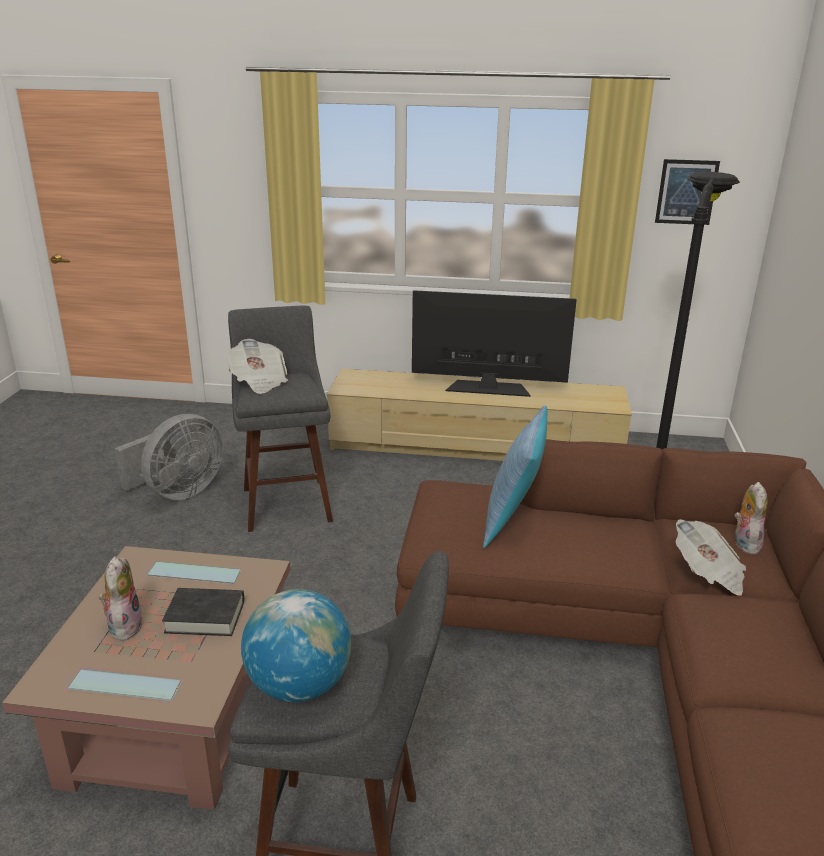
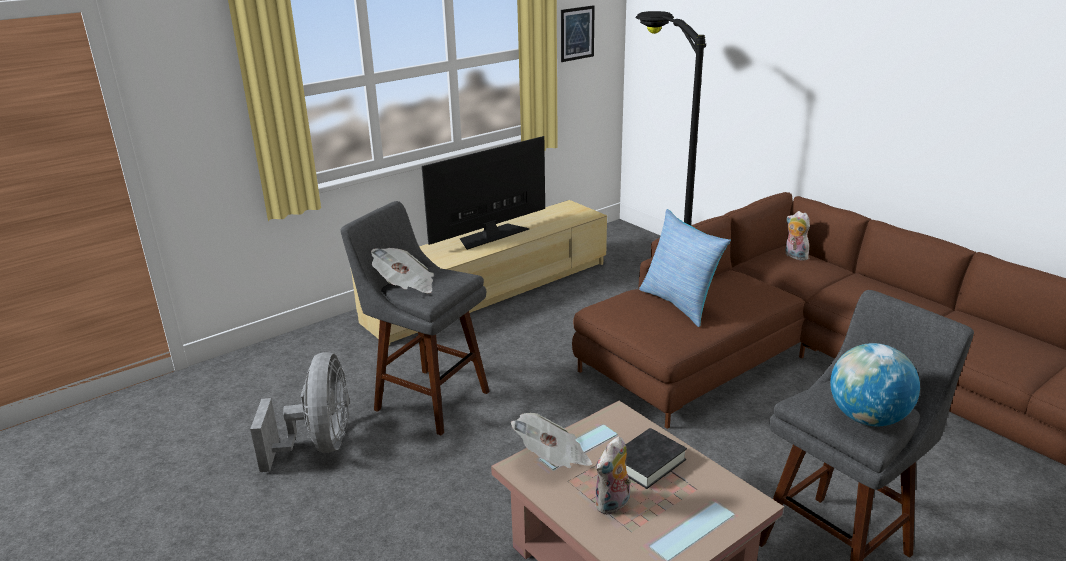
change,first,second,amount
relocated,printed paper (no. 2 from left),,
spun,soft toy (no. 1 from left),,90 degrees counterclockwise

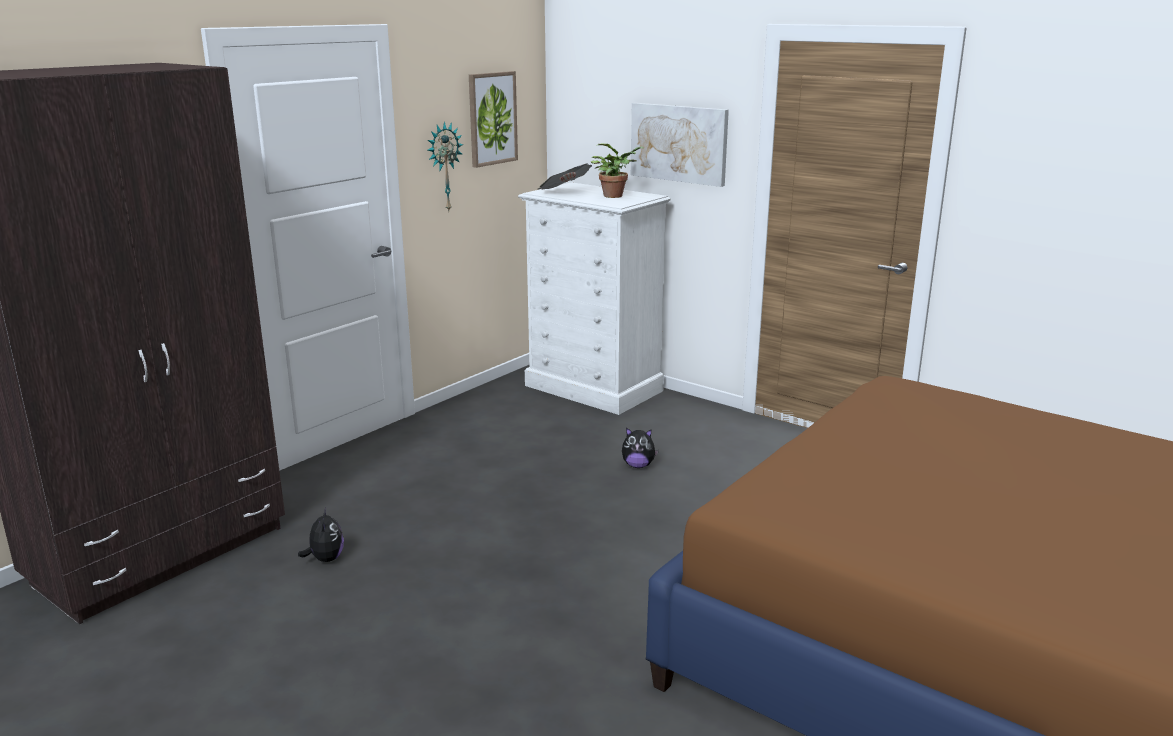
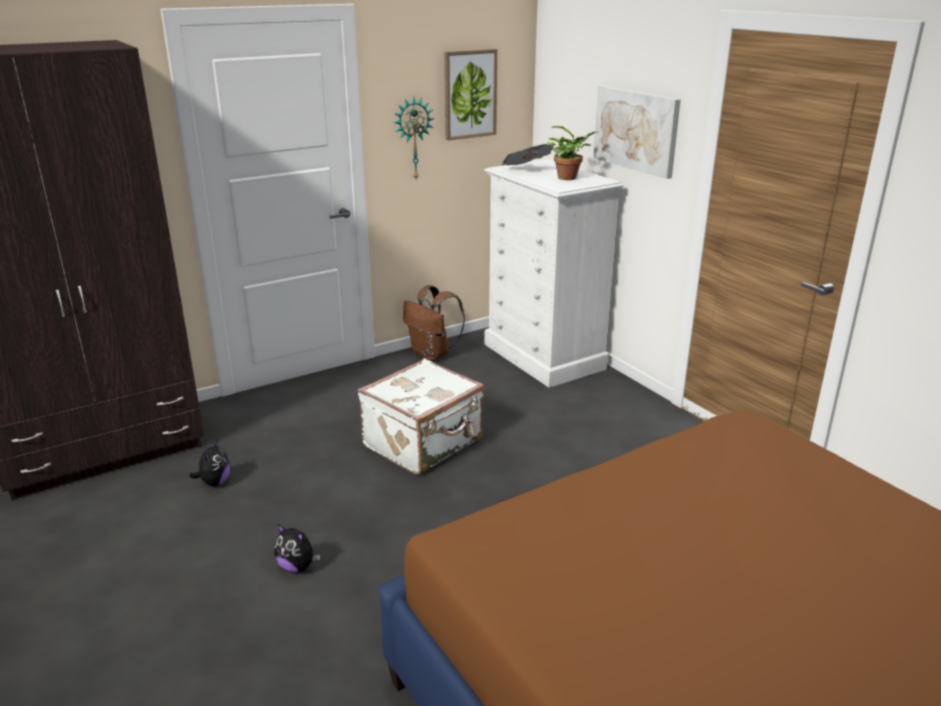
change,first,second,amount
appeared,,piece of luggage (white-coloured),
appeared,,knapsack (brown-coloured),
relocated,soft toy (no. 2 from left),,

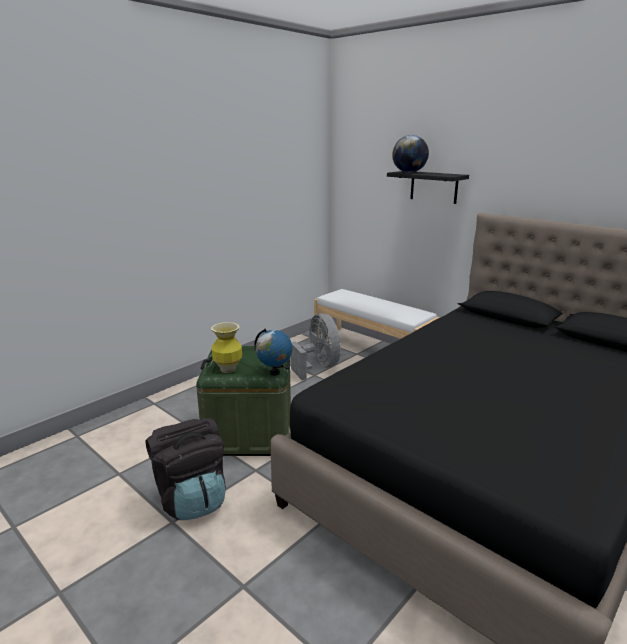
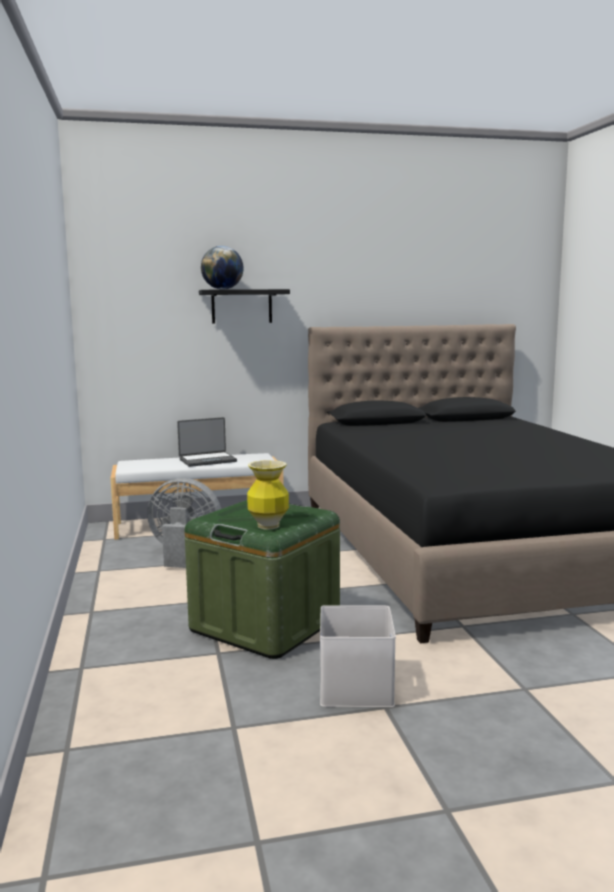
change,first,second,amount
missing,world globe (no. 1 from left),,
appeared,,laptop,
exchanged,knapsack (blackish),storage bin (white-coloured),

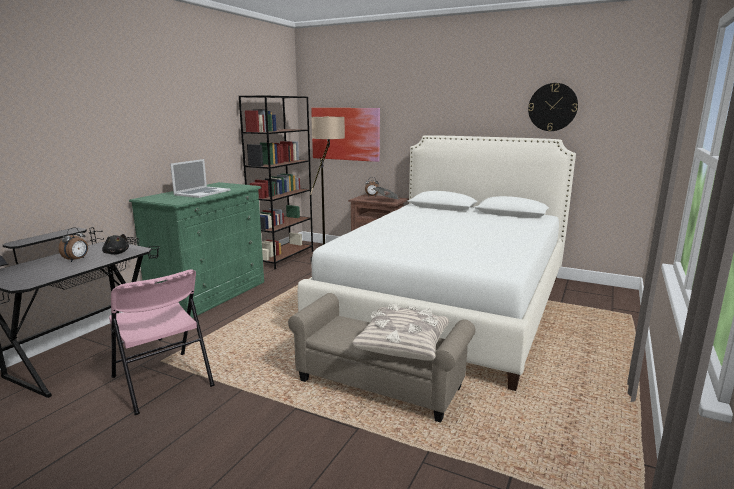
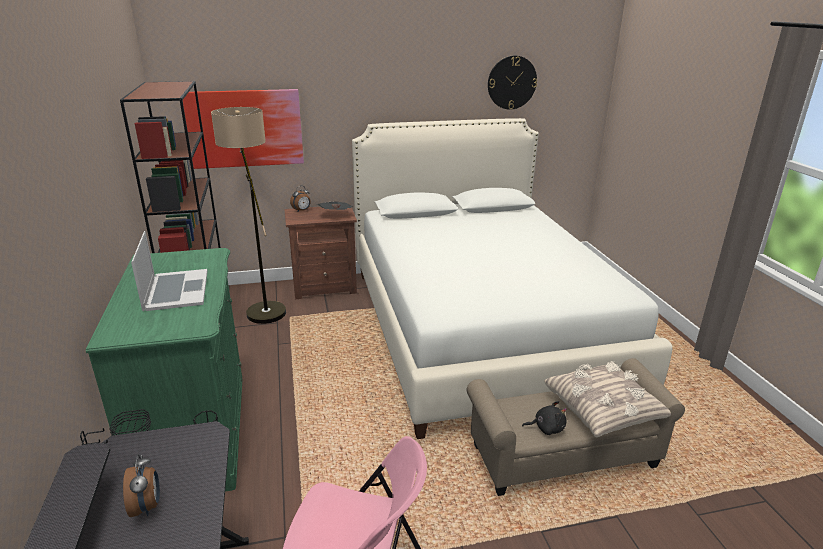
change,first,second,amount
relocated,soft toy (blackish),,

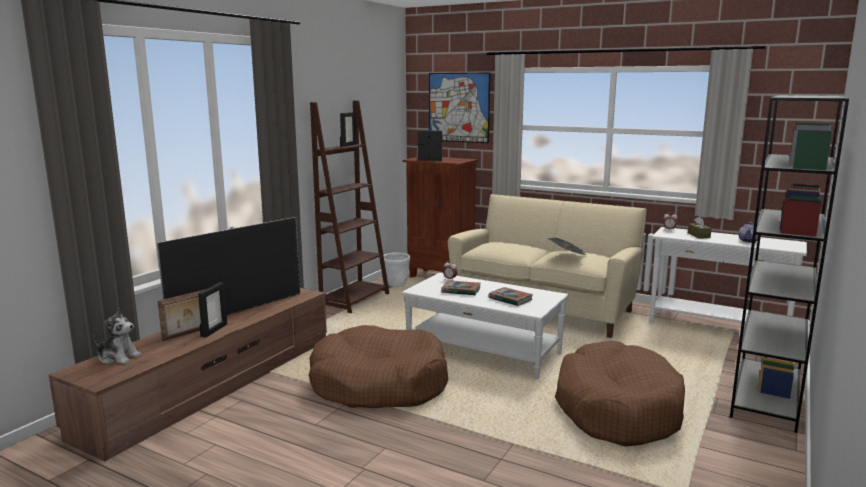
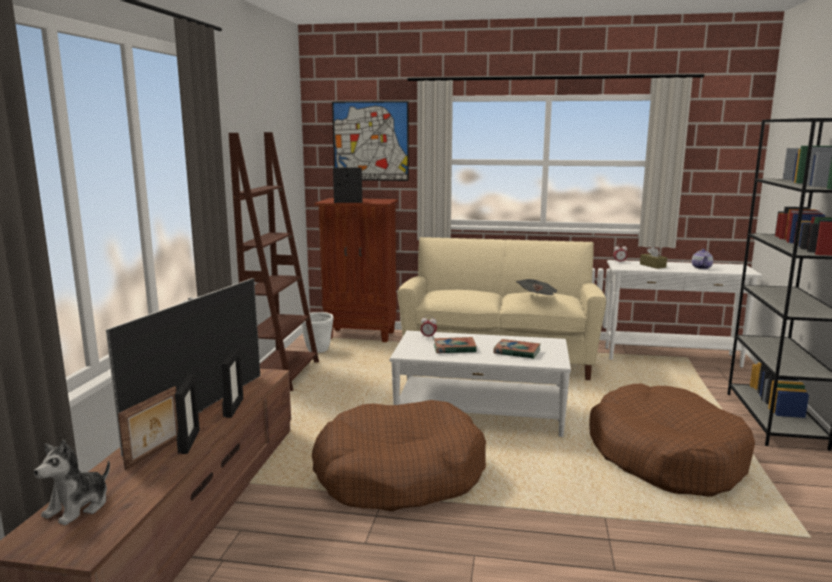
change,first,second,amount
relocated,photo frame (no. 3 from left),,
spun,soft toy,,120 degrees clockwise

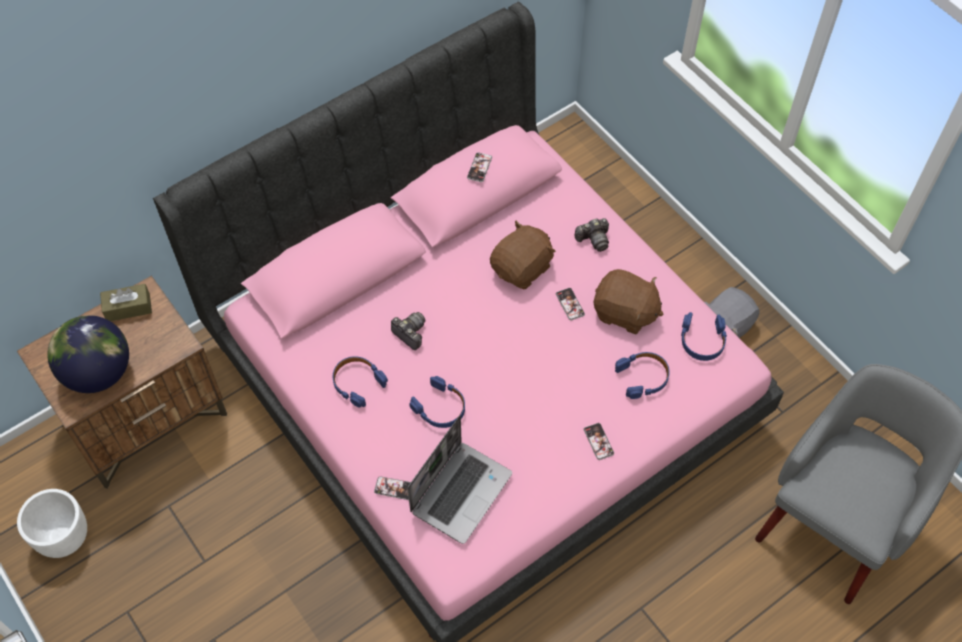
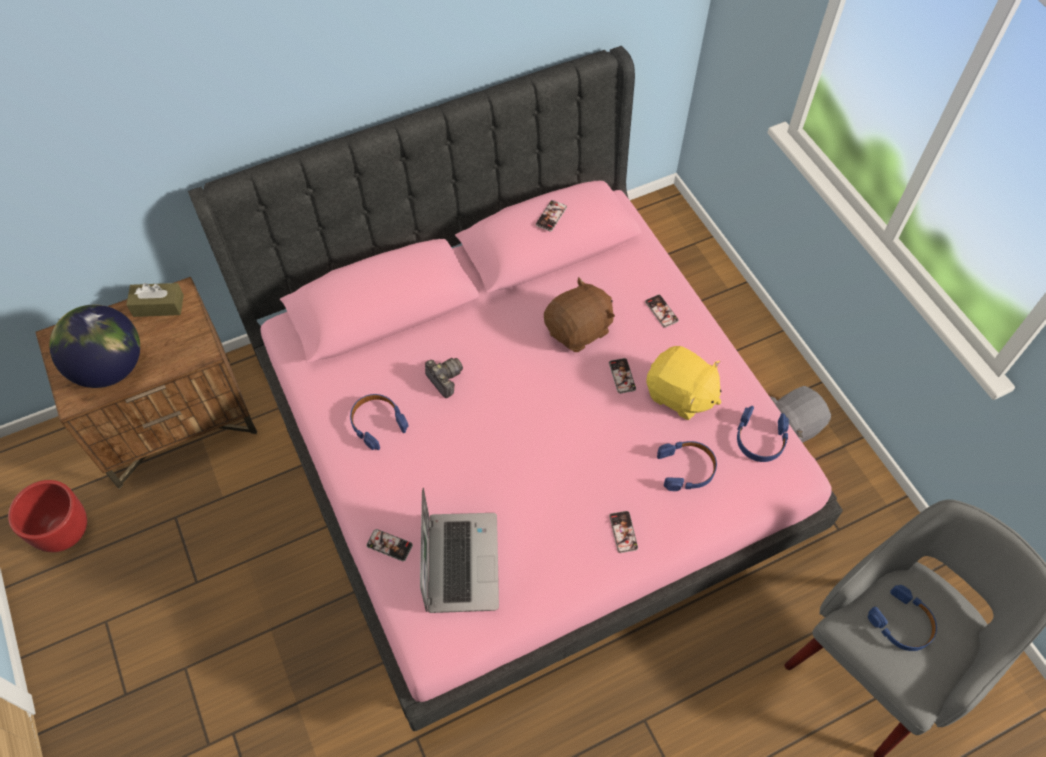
change,first,second,amount
relocated,headset (blue) (no. 2 from left in the first image),headset (blue) (no. 4 from left),
exchanged,photo camera (no. 2 from left),phone (no. 5 from left),
colour,flower pot (white-coloured),flower pot (reddish),
colour,soft toy (brown-coloured) (no. 2 from left),soft toy (yellow-coloured),
spun,laptop,,45 degrees counterclockwise

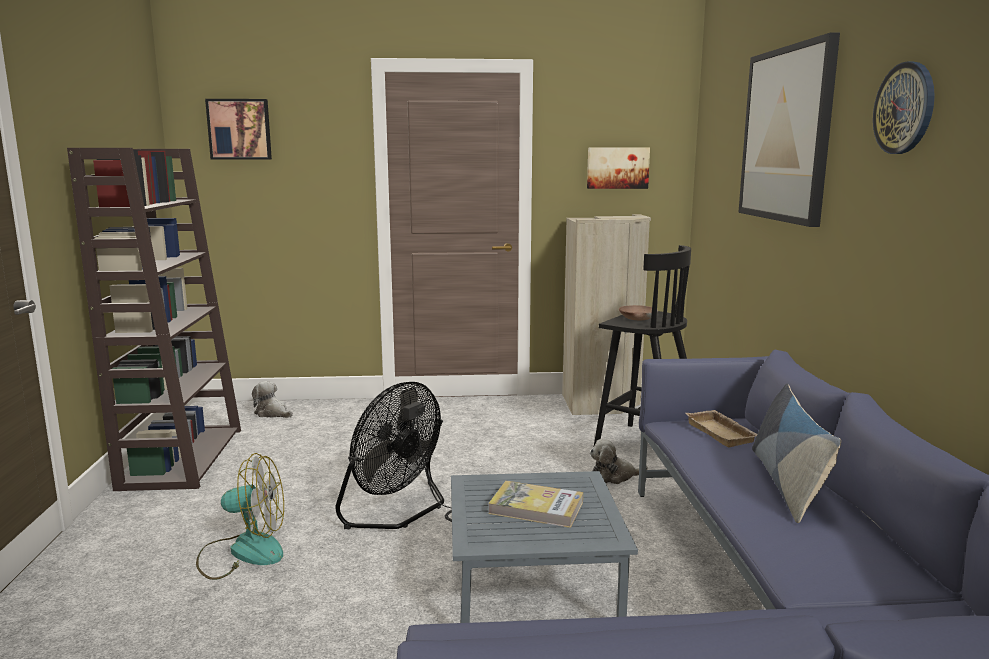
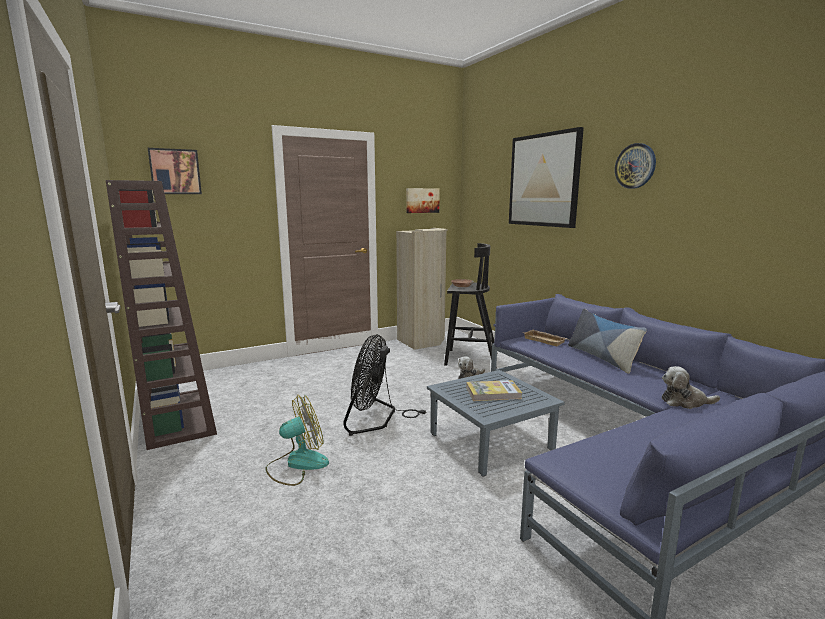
change,first,second,amount
relocated,soft toy (no. 1 from left in the first image),soft toy (no. 2 from left),

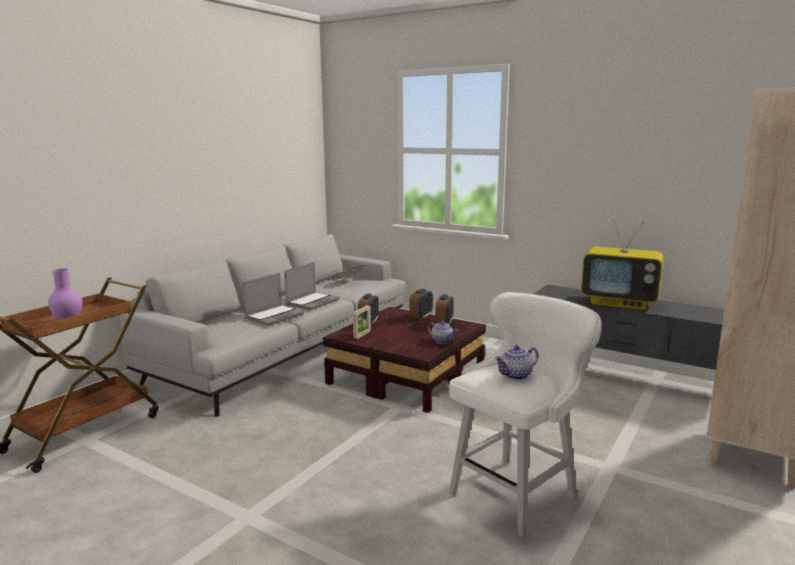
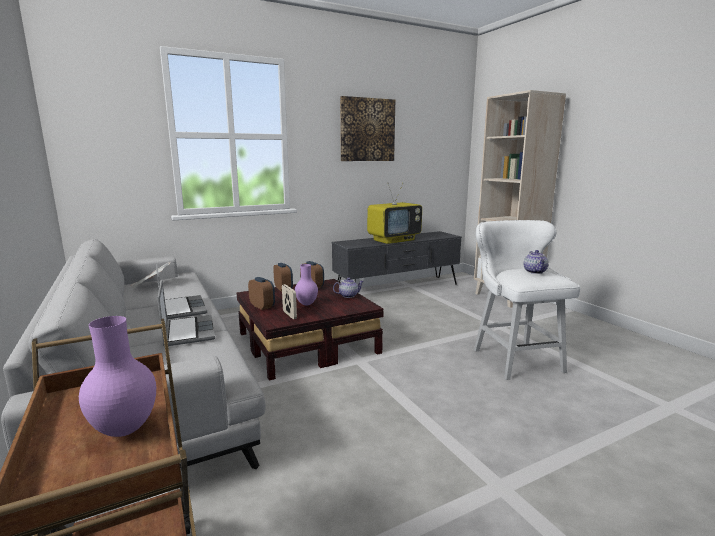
change,first,second,amount
appeared,,vase (purplish) (no. 2 from left),
appeared,,wall picture,

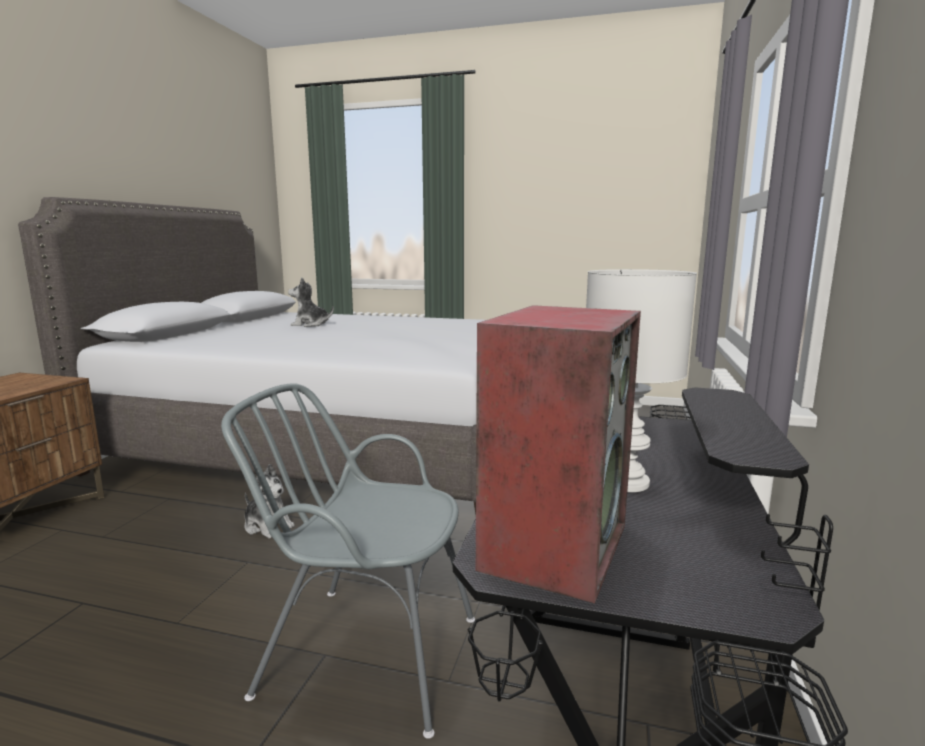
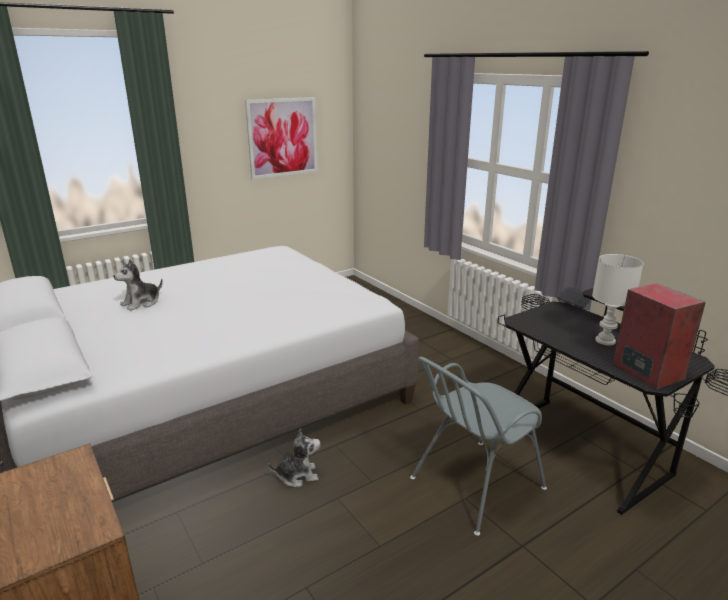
change,first,second,amount
appeared,,wall picture,

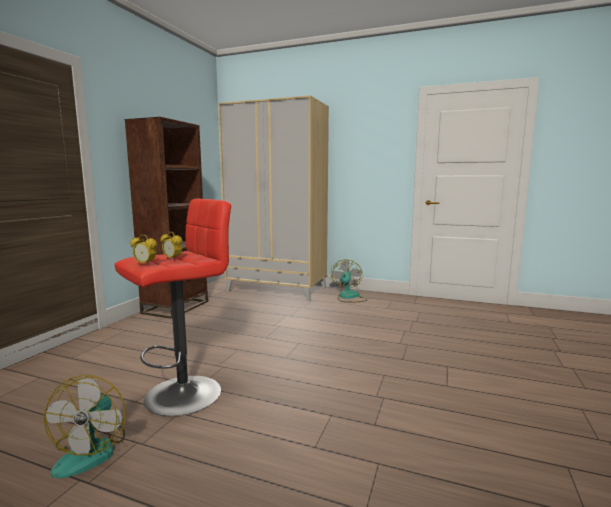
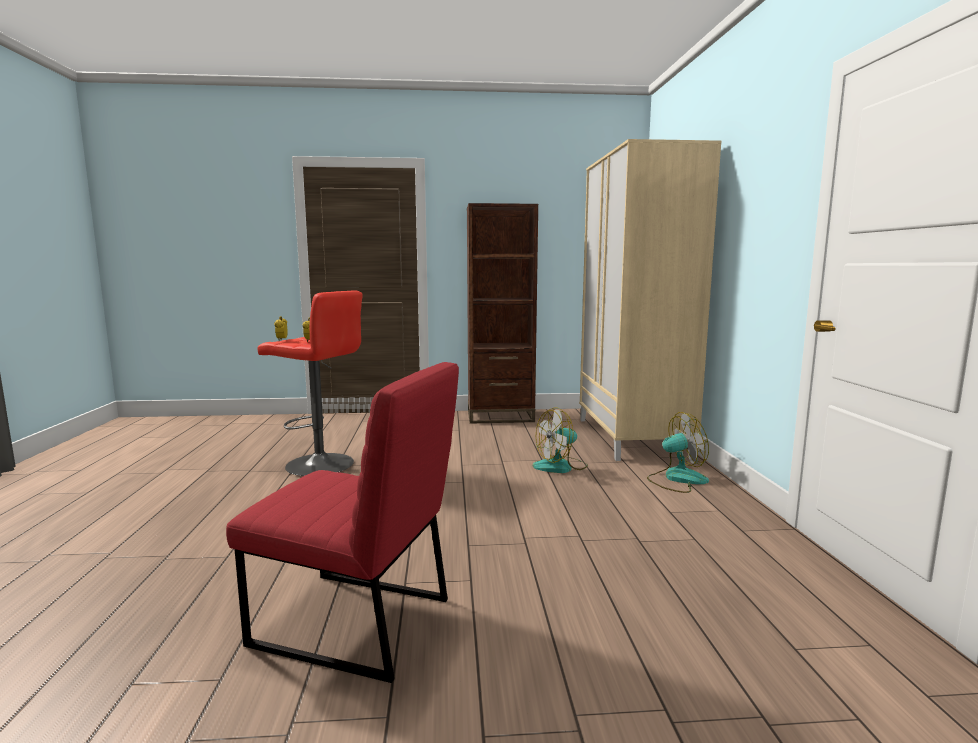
change,first,second,amount
appeared,,upright chair (reddish),
relocated,electric fan (no. 1 from left),,

